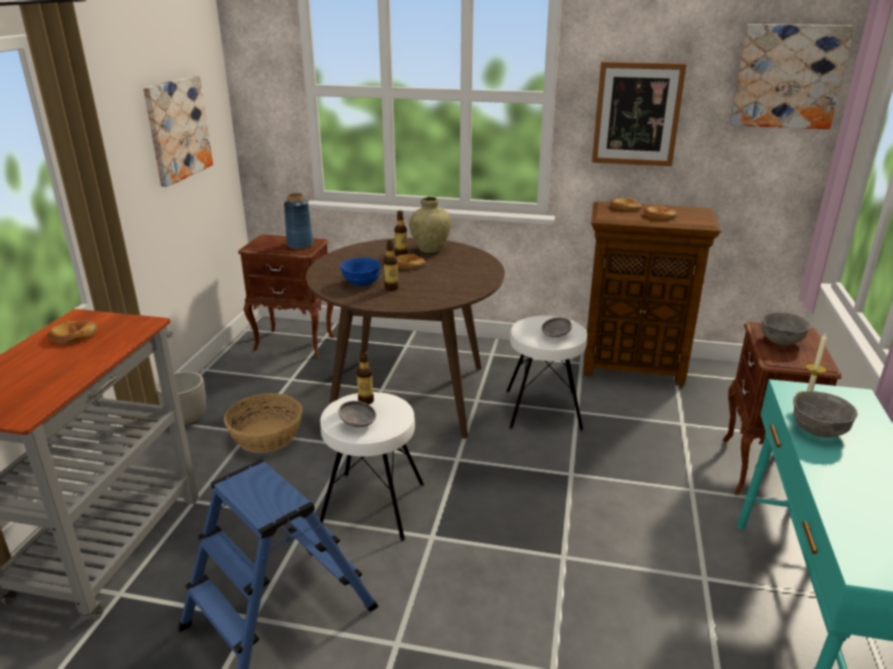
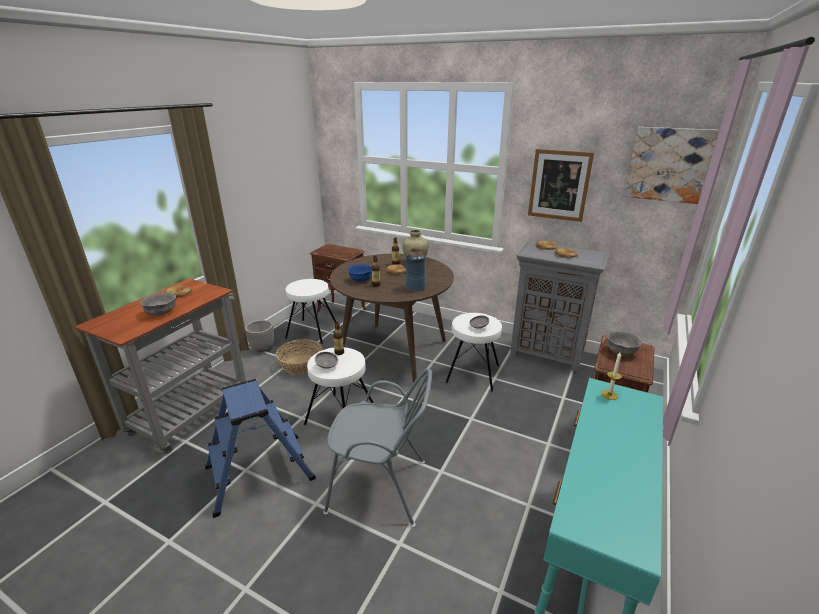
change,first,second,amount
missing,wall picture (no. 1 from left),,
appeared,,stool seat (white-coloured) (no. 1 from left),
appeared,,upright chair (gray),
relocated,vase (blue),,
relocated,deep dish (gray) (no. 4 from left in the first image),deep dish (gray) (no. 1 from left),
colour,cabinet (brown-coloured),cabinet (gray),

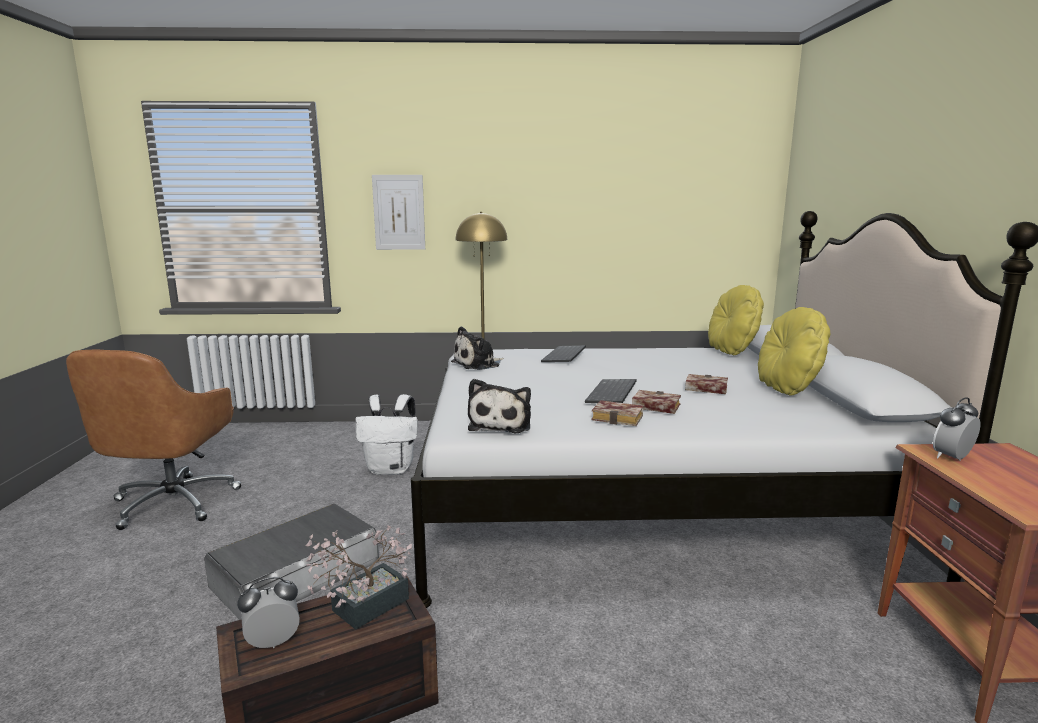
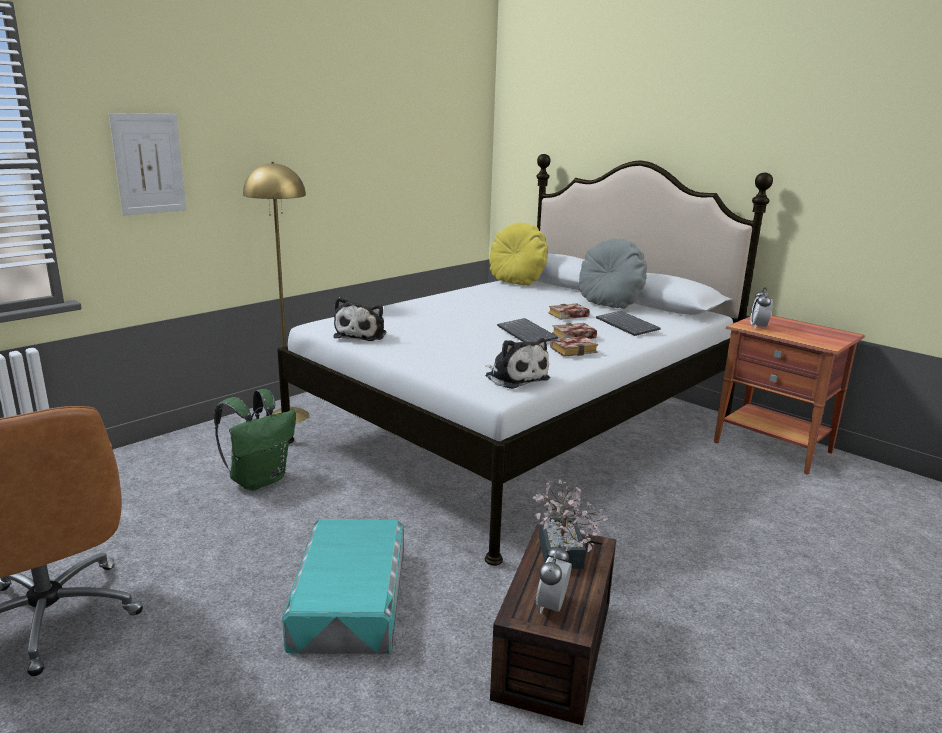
change,first,second,amount
relocated,PC keyboard (no. 1 from left in the first image),PC keyboard (no. 2 from left),
colour,storage bin (gray),storage bin (blue-green),
colour,knapsack (white-coloured),knapsack (green),
colour,throw pillow (yellow-coloured) (no. 2 from left),throw pillow (gray),

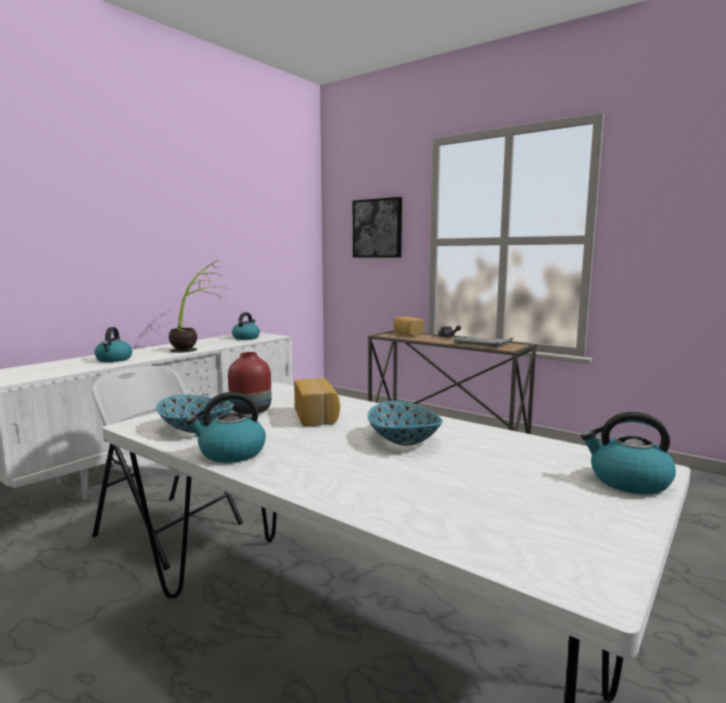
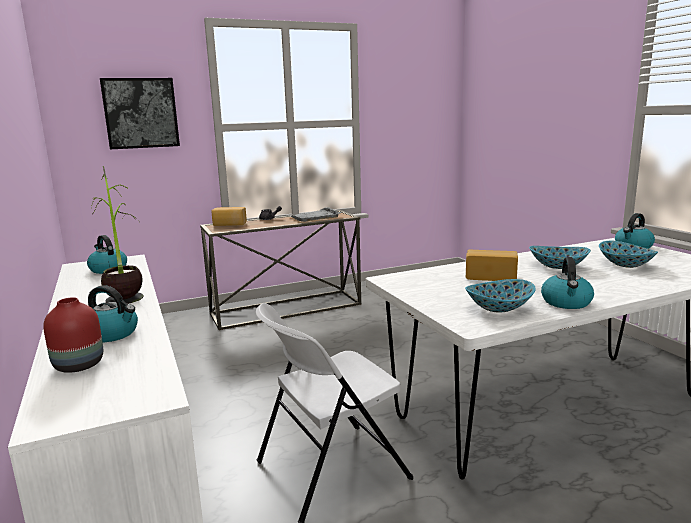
change,first,second,amount
appeared,,deep dish (no. 3 from left),
relocated,vase (reddish),,

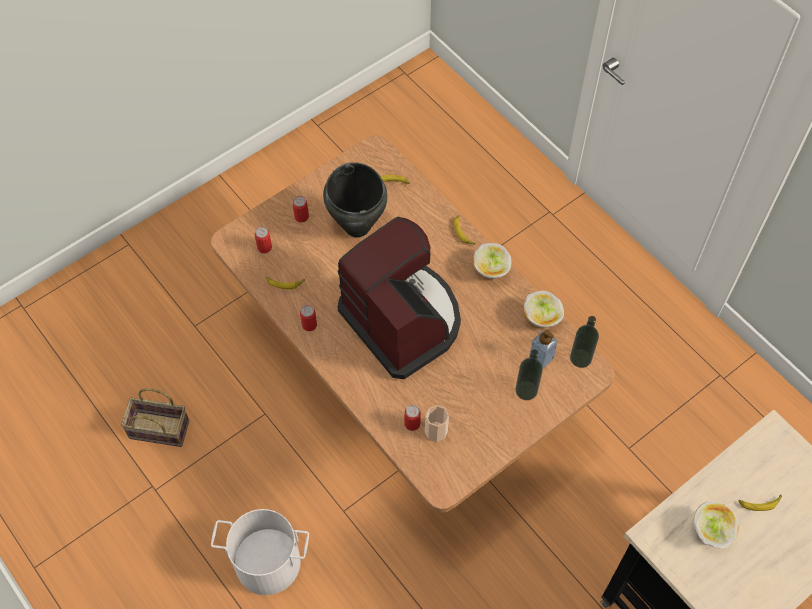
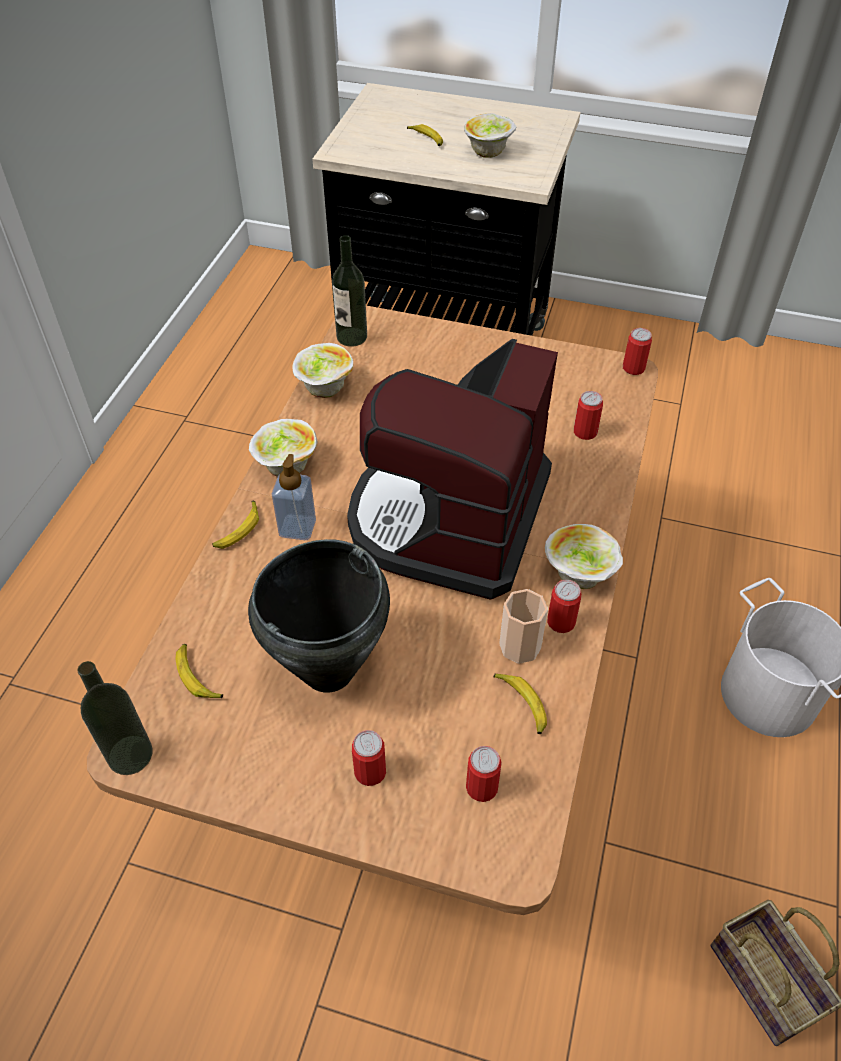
change,first,second,amount
appeared,,deep dish (no. 4 from left),
appeared,,can (no. 5 from left),
relocated,cup,,
relocated,bottle (no. 1 from left),,
relocated,soap bottle,,

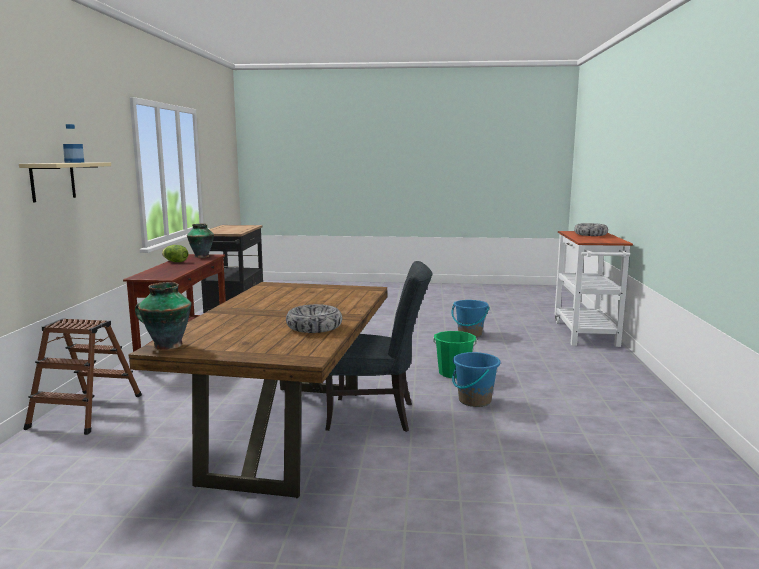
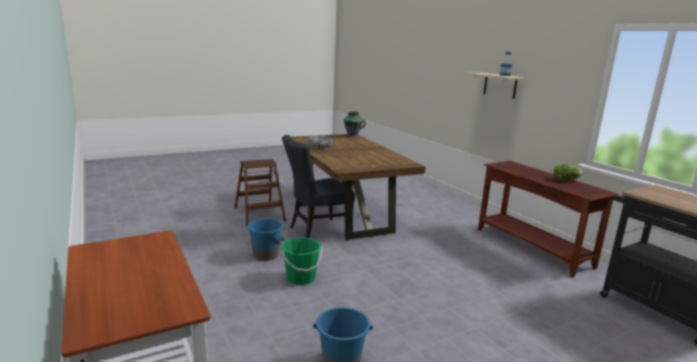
change,first,second,amount
missing,vase (no. 2 from left),,
missing,deep dish (no. 2 from left),,
relocated,step ladder (brown-coloured),,

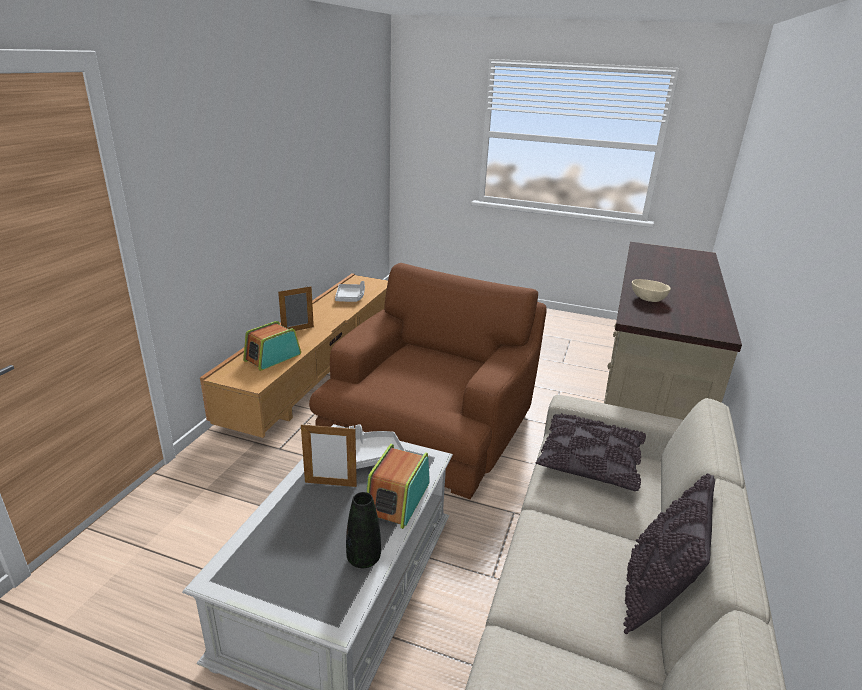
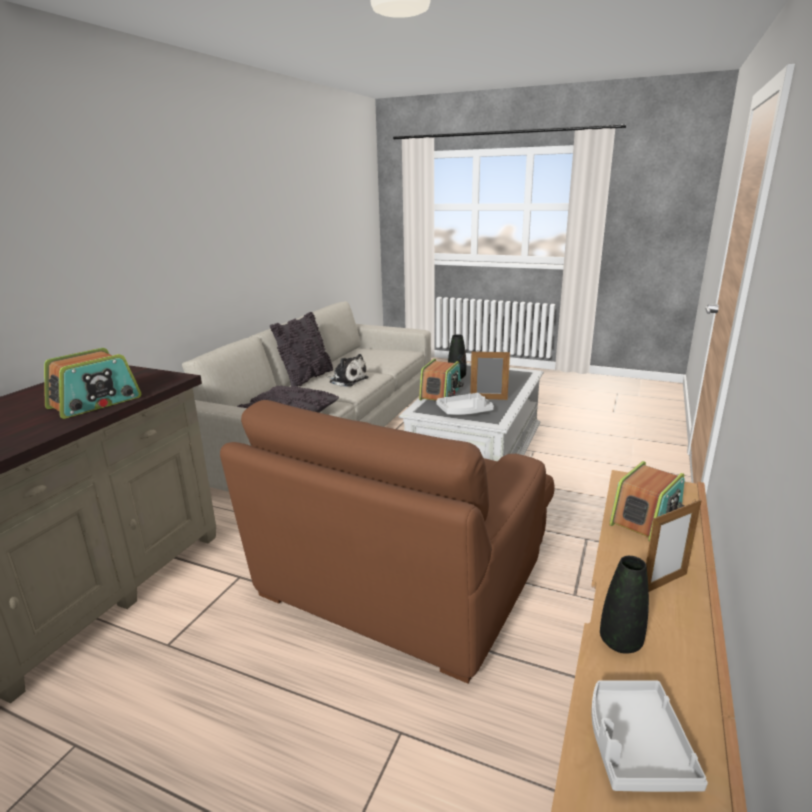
change,first,second,amount
appeared,,soft toy,
appeared,,vase (blackish) (no. 2 from left),
exchanged,deep dish (beige-coloured),radio (no. 1 from left),

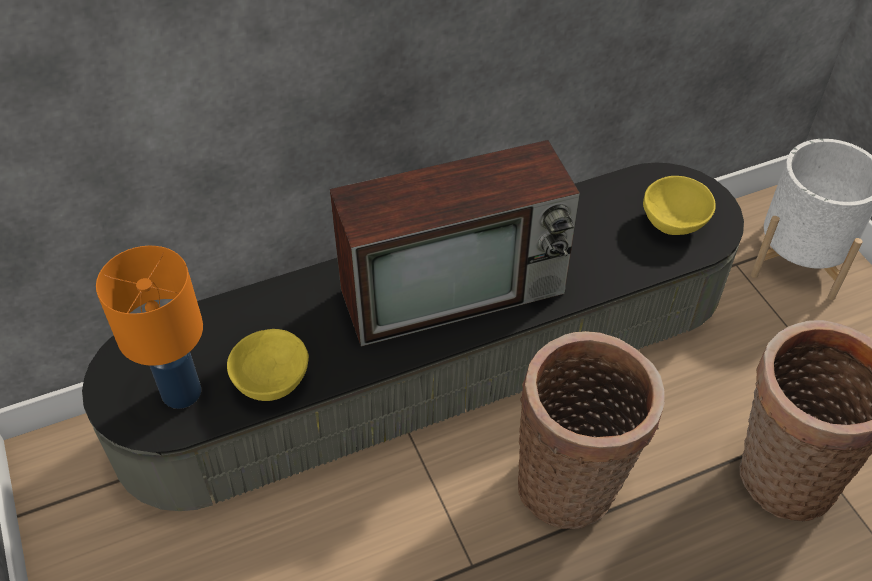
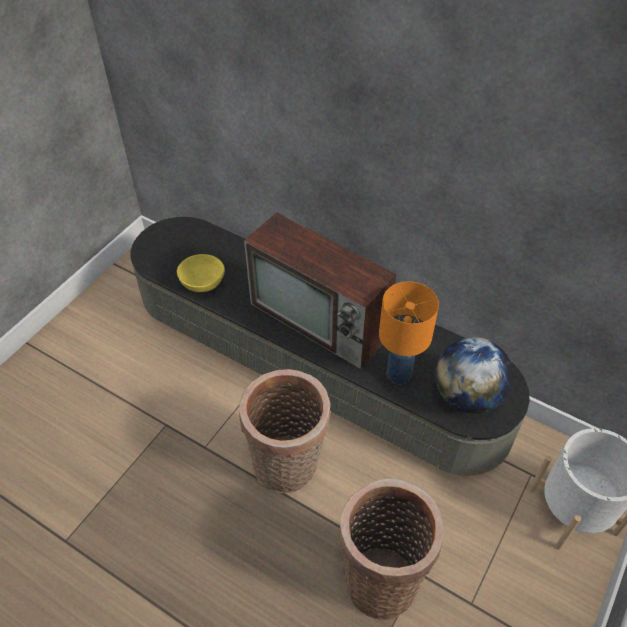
change,first,second,amount
relocated,lamp for a table (orange),,
exchanged,deep dish (yellow-coloured) (no. 2 from left),world globe,

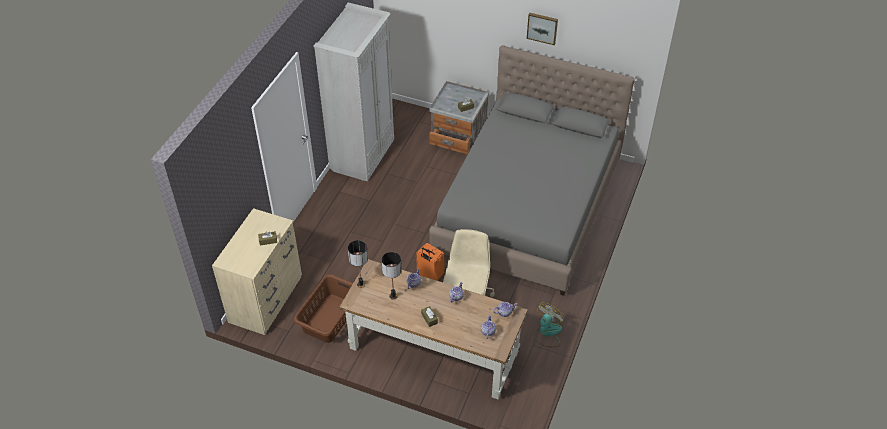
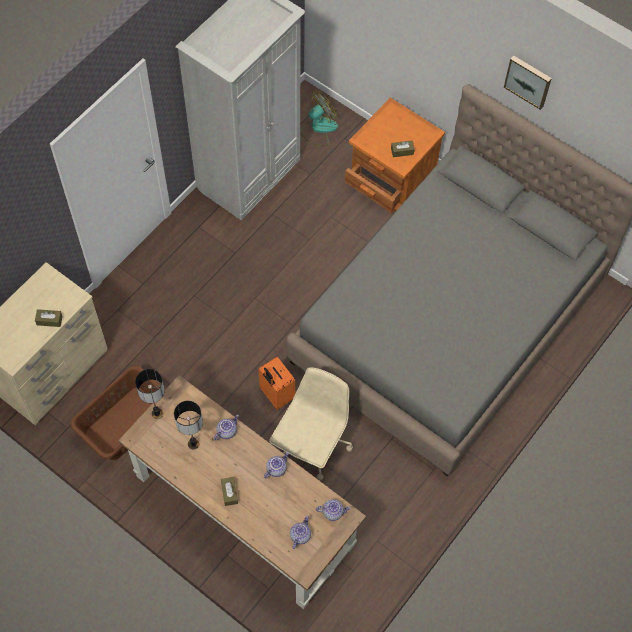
change,first,second,amount
relocated,electric fan,,
colour,nightstand (gray),nightstand (orange),

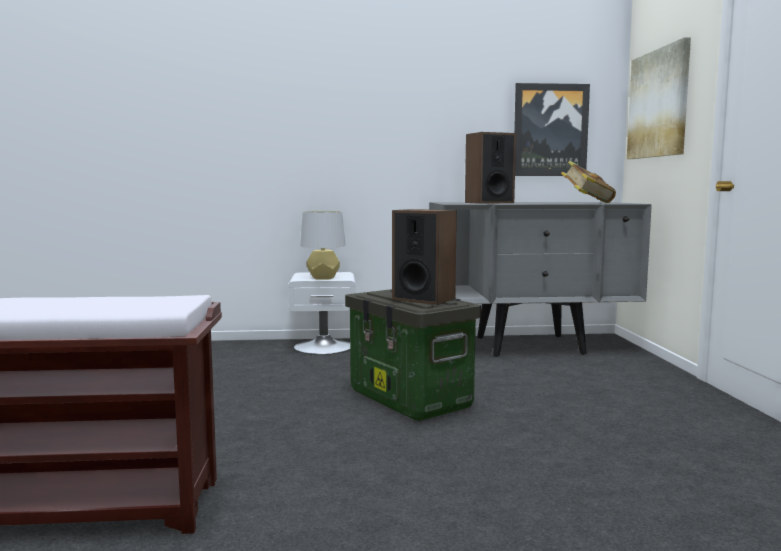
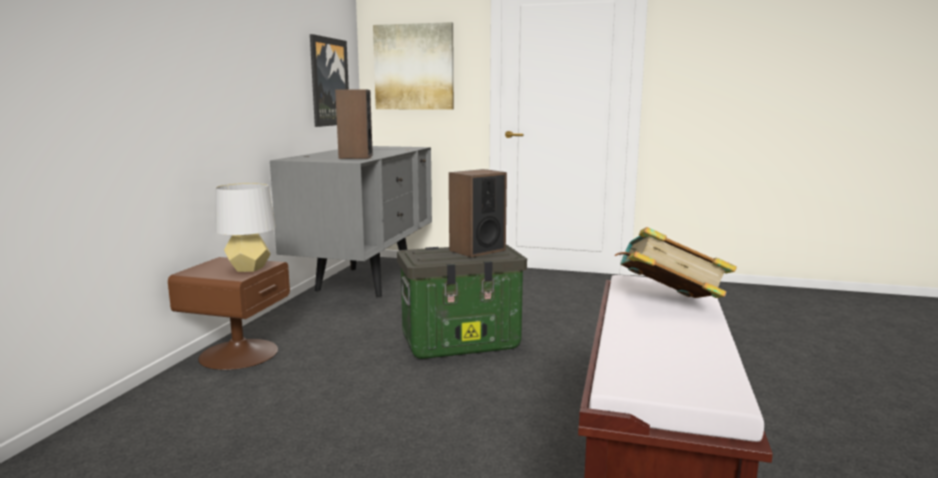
change,first,second,amount
relocated,book,,
colour,nightstand (white-coloured),nightstand (brown-coloured),

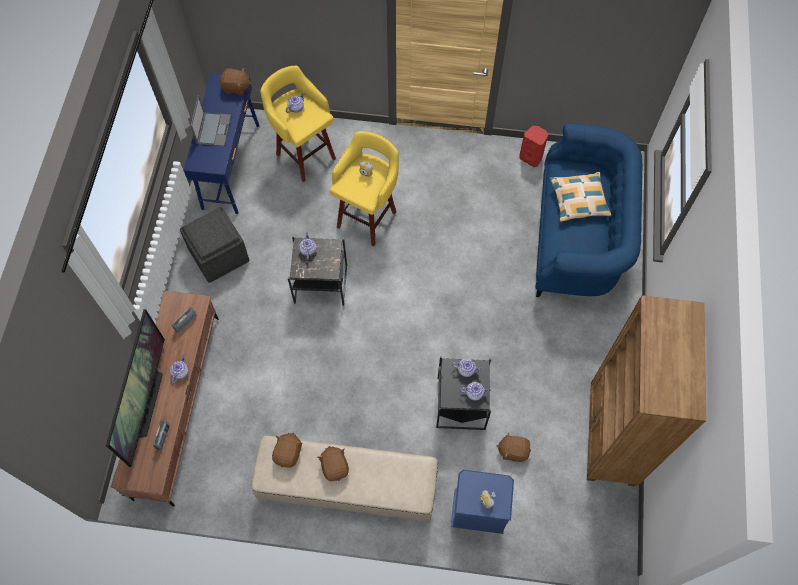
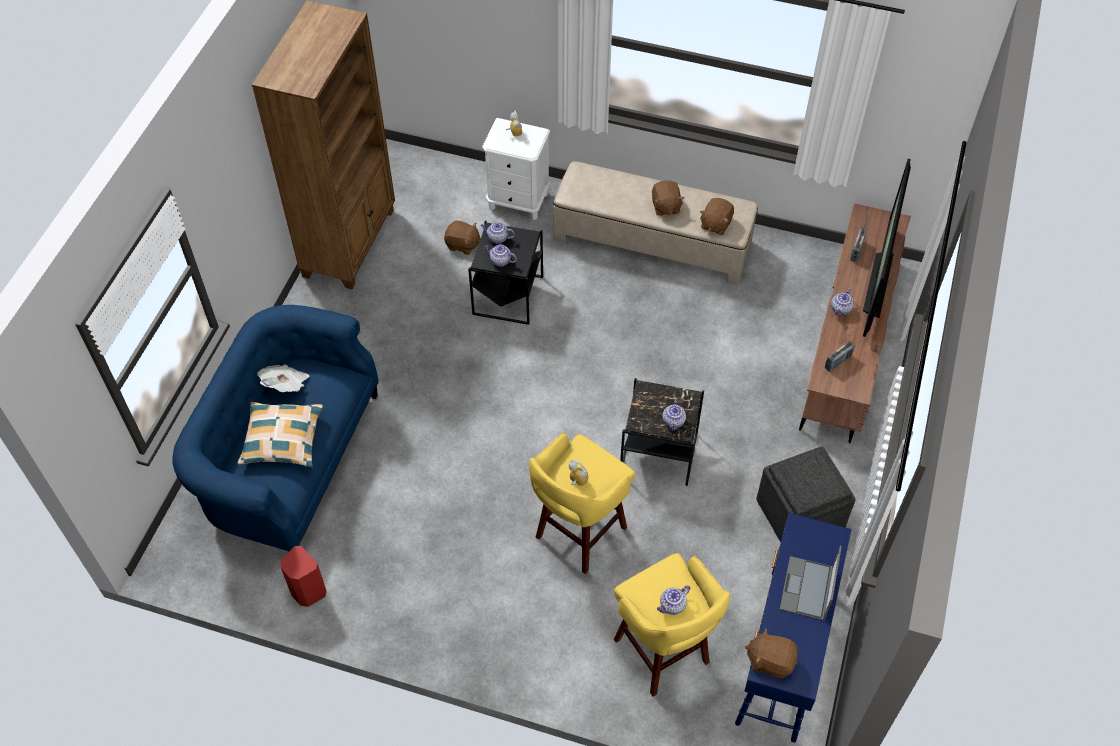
change,first,second,amount
appeared,,printed paper,
colour,nightstand (blue),nightstand (white-coloured),

